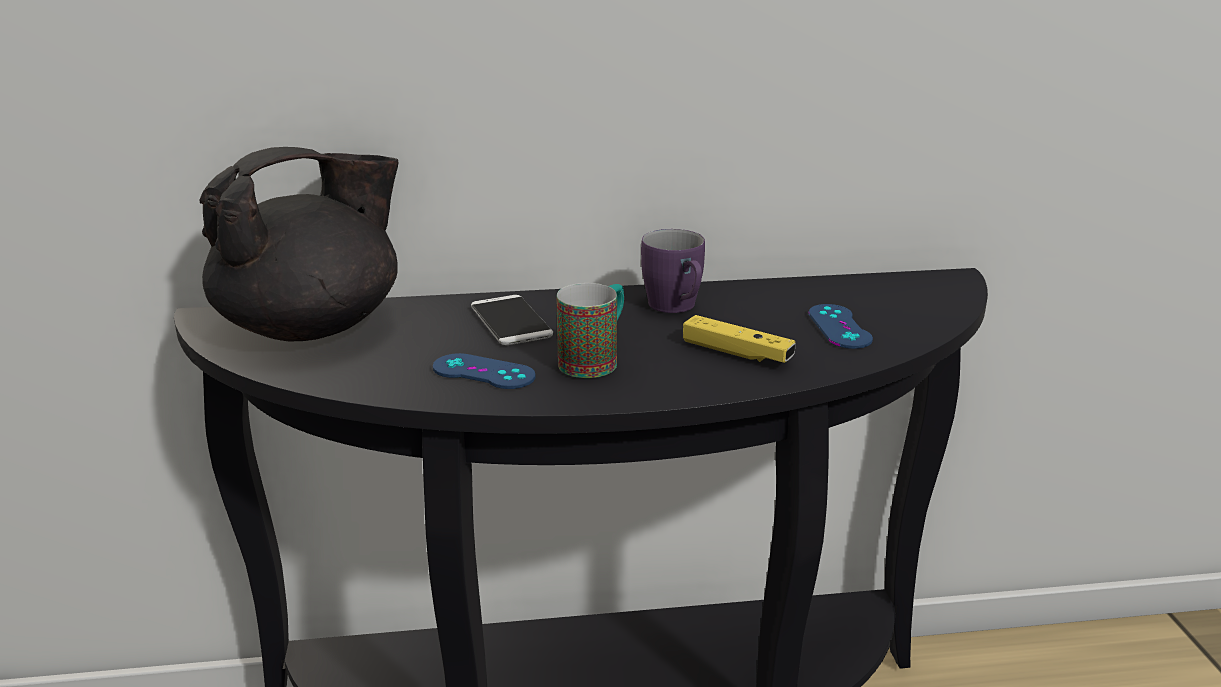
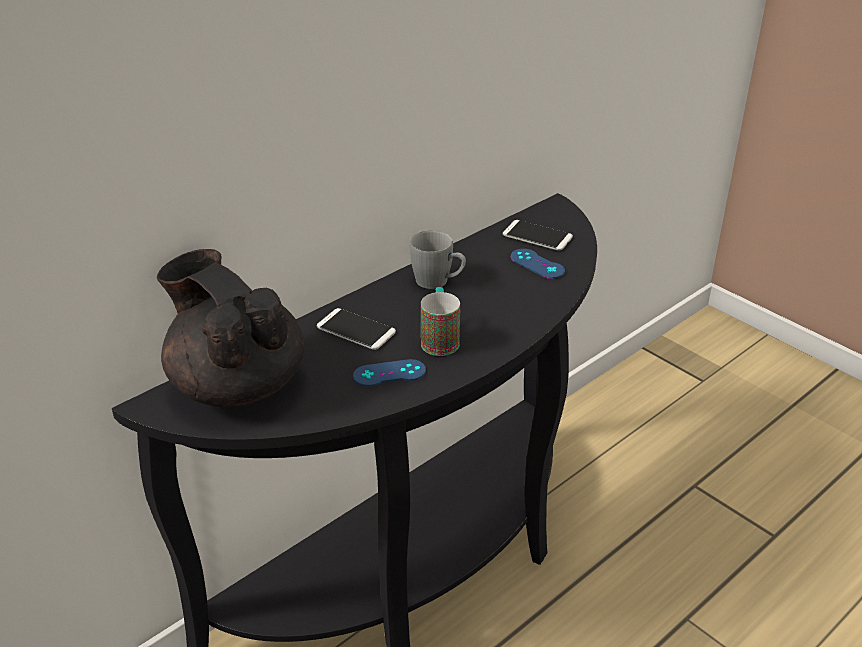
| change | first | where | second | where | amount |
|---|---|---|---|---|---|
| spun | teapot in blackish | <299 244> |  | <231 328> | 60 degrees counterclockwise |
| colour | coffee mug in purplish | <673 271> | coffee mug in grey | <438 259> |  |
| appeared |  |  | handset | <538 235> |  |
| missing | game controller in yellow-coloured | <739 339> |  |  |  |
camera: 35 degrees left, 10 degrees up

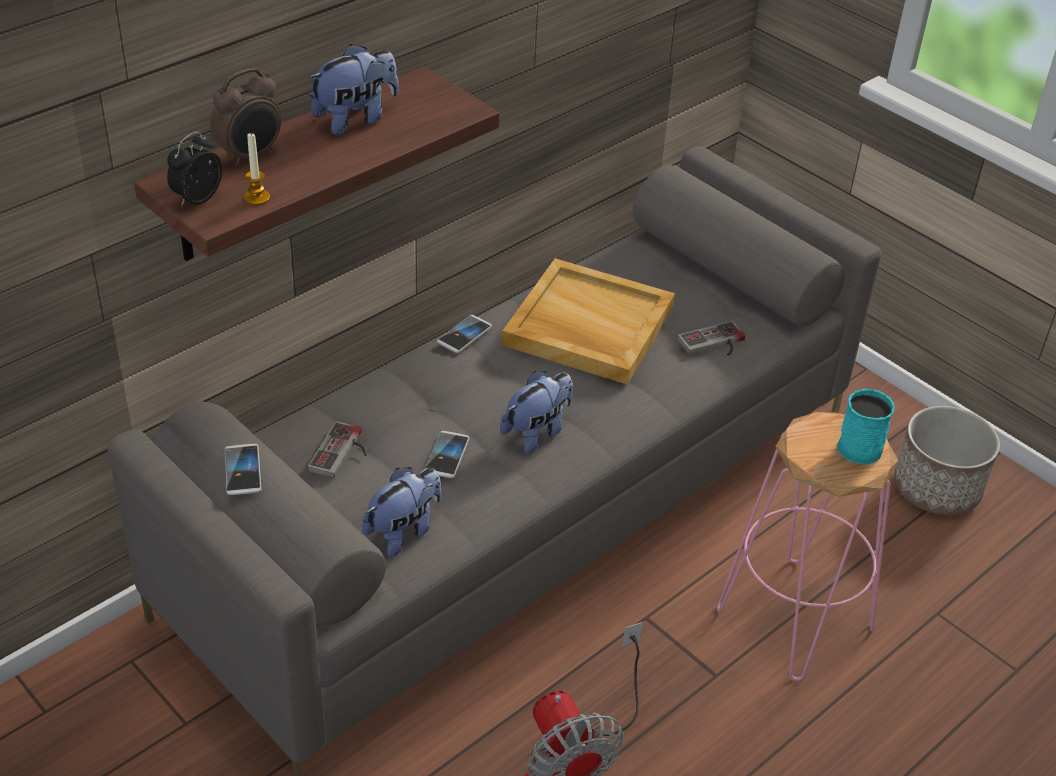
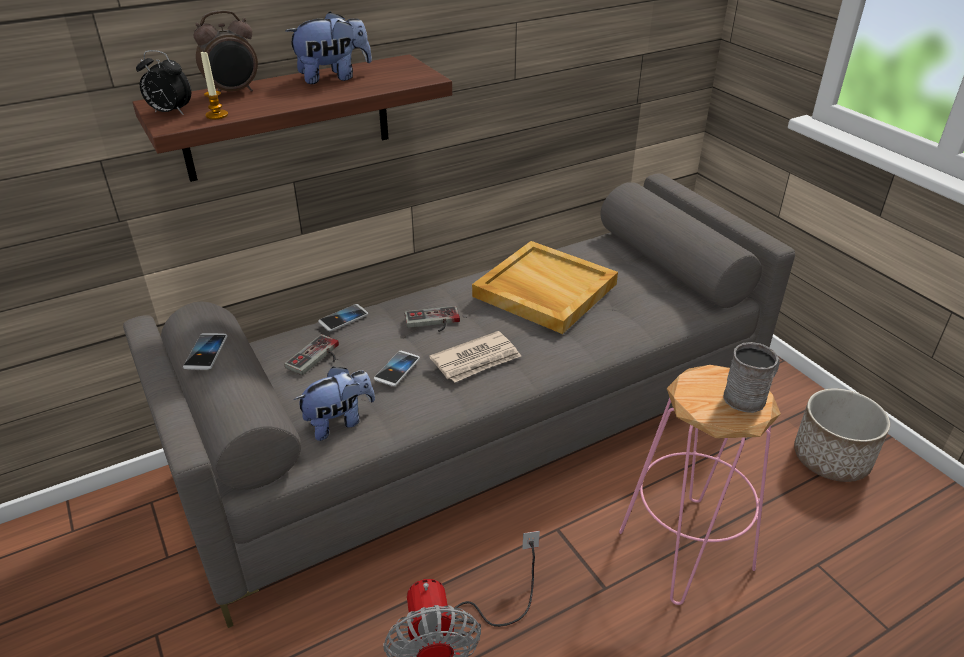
| change | first | where | second | where | amount |
|---|---|---|---|---|---|
| spun | table clock | <194 169> |  | <163 82> | 120 degrees counterclockwise |
| relocated | handset | <464 334> |  | <343 317> |  |
| relocated | game controller | <711 338> |  | <432 319> |  |
| exchanged | cuddly toy | <536 412> | printed paper | <475 357> |  |
| colour | coffee mug in turquoise | <866 426> | coffee mug in grey | <752 377> |  |
camera: 15 degrees right, 5 degrees down

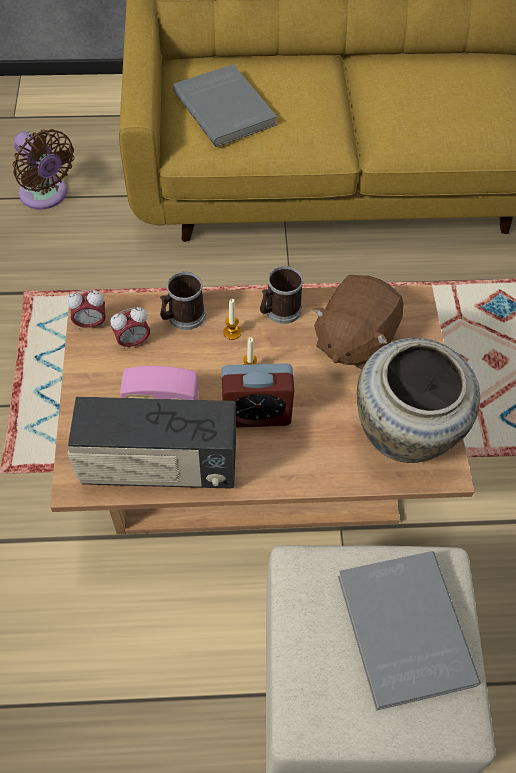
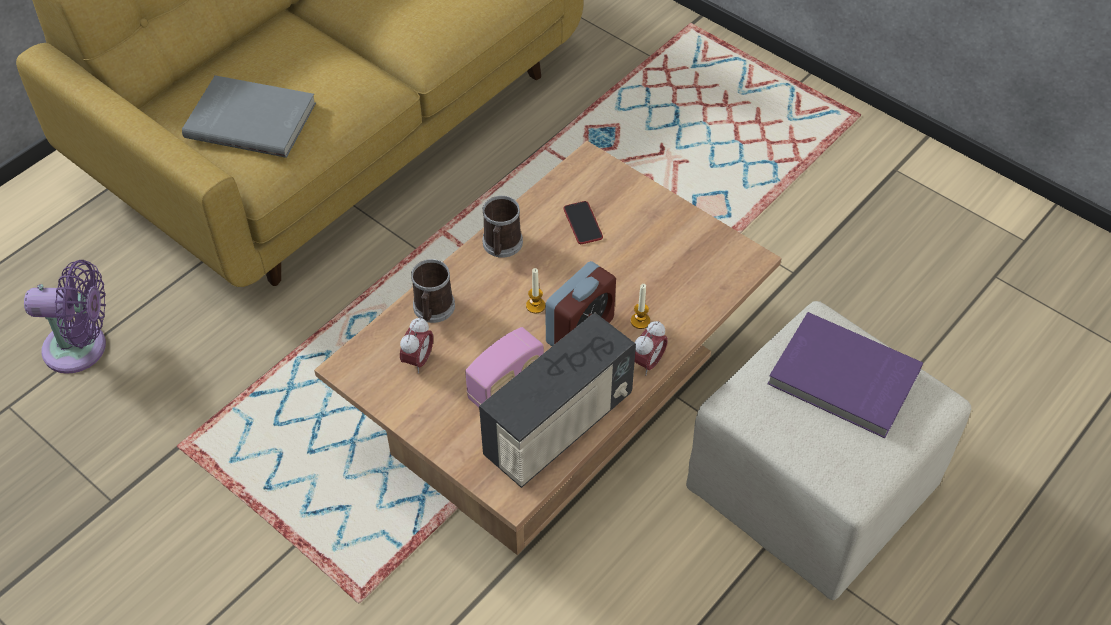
| change | first | where | second | where | amount |
|---|---|---|---|---|---|
| colour | electric fan in brownish | <43 169> | electric fan in purplish | <65 317> |  |
| exchanged | cuddly toy in brownish | <357 322> | handset | <583 222> |  |
| relocated | candle | <232 319> |  | <640 306> |  |
| relocated | table clock | <86 310> |  | <651 348> |  |
| colour | volume in grey | <409 630> | volume in purplish | <845 375> |  |
| missing | decorative vase in beige | <418 400> |  |  |  |
camera: 45 degrees left, 5 degrees down

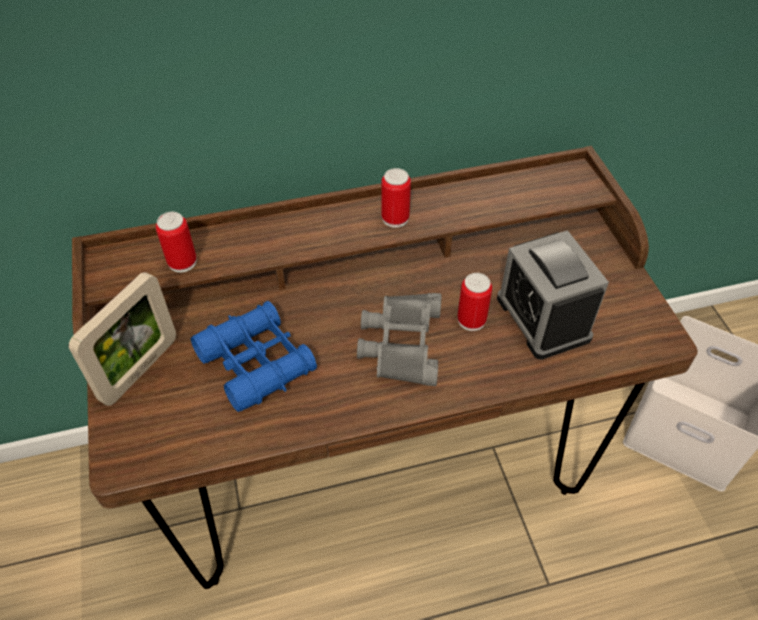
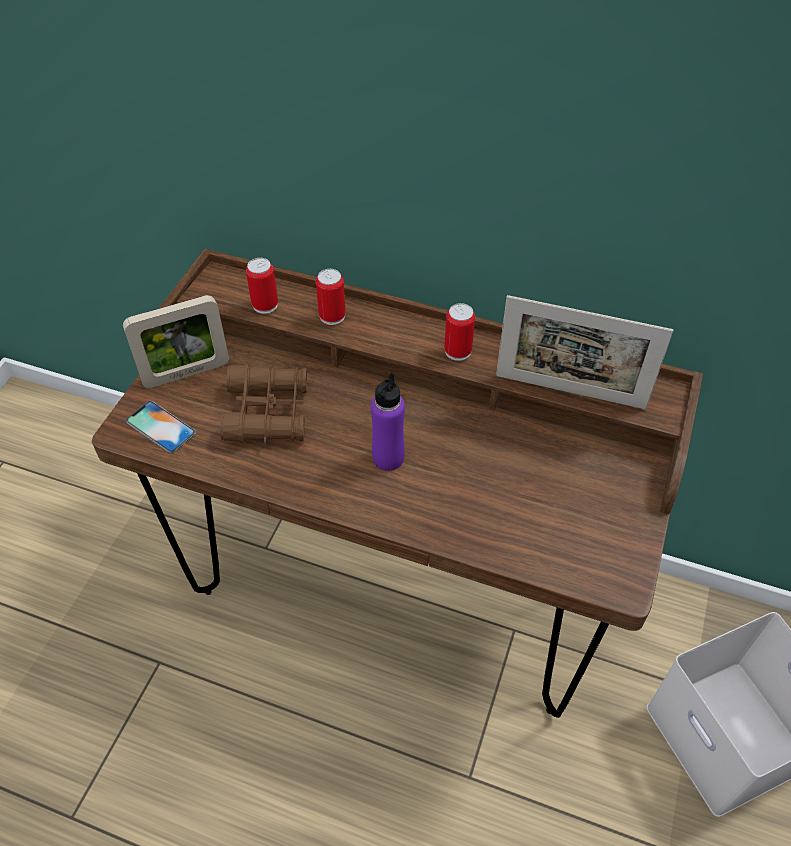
| change | first | where | second | where | amount |
|---|---|---|---|---|---|
| appeared |  |  | handset | <161 427> |  |
| colour | field glasses in blue-coloured | <254 356> | field glasses in brownish | <263 403> |  |
| relocated | metal can | <474 302> |  | <331 297> |  |
| exchanged | field glasses in grey | <399 339> | drink bottle in purplish | <388 421> |  |
| appeared |  |  | standing frame | <584 352> |  |
| missing | table clock | <553 295> |  |  |  |
camera: 35 degrees right, 0 degrees up

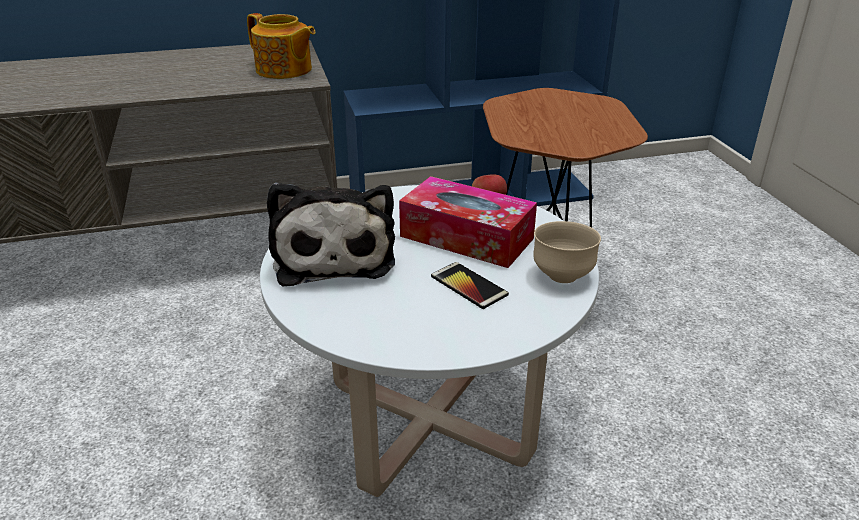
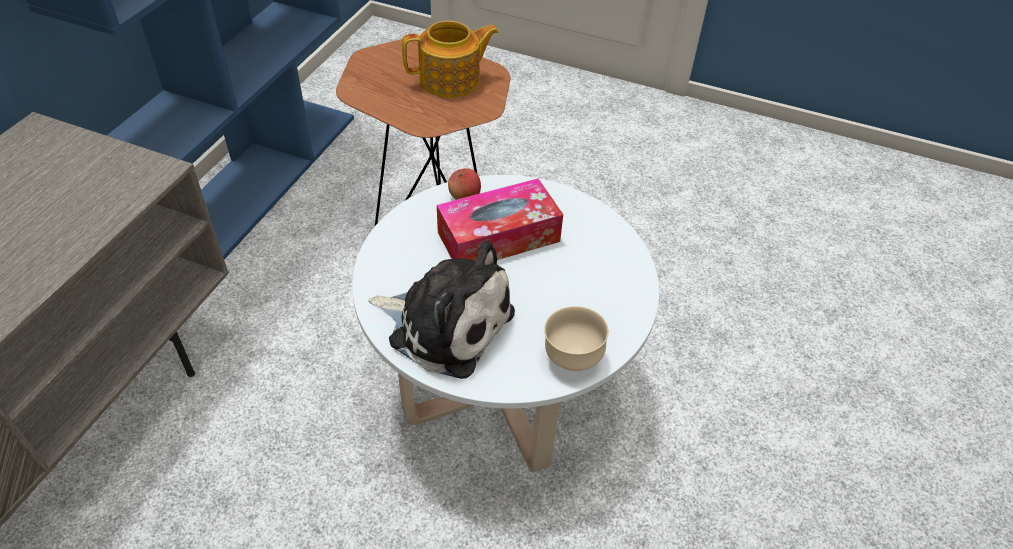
| change | first | where | second | where | amount |
|---|---|---|---|---|---|
| relocated | teapot | <281 46> |  | <450 59> |  |
| relocated | serving bowl in beige | <567 252> |  | <576 338> |  |
| missing | handset | <470 285> |  |  |  |
camera: 55 degrees left, 15 degrees up

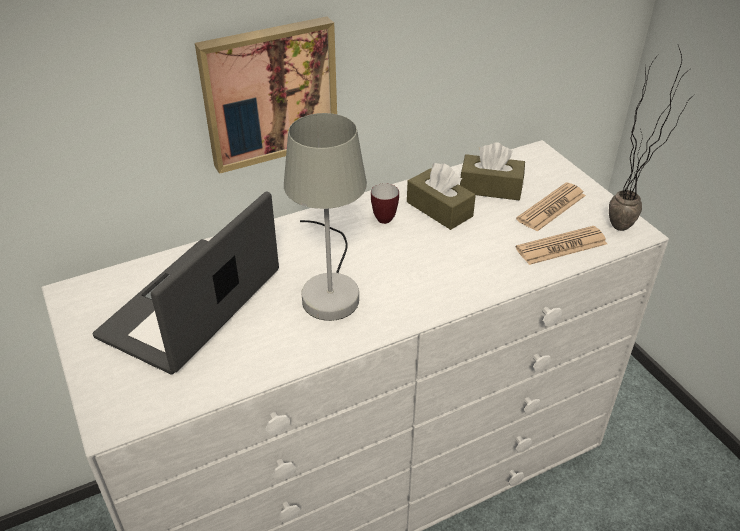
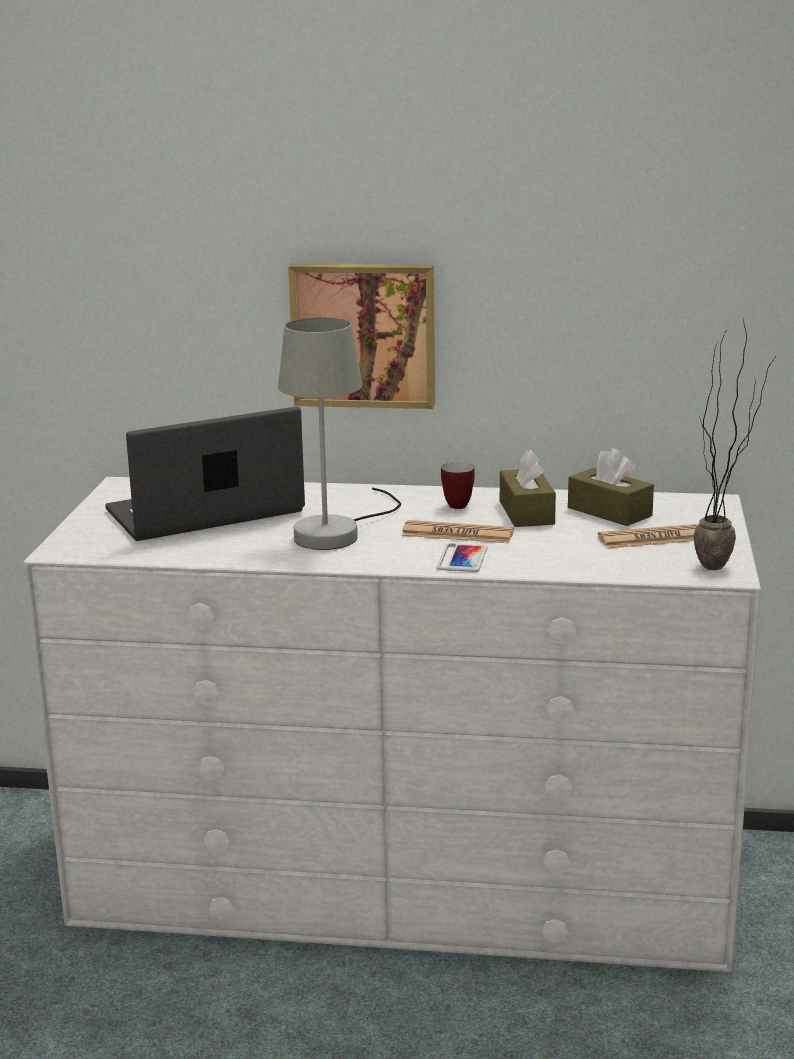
| change | first | where | second | where | amount |
|---|---|---|---|---|---|
| relocated | printed paper | <561 245> |  | <457 531> |  |
| appeared |  |  | handset | <462 557> |  |
camera: 35 degrees right, 20 degrees down

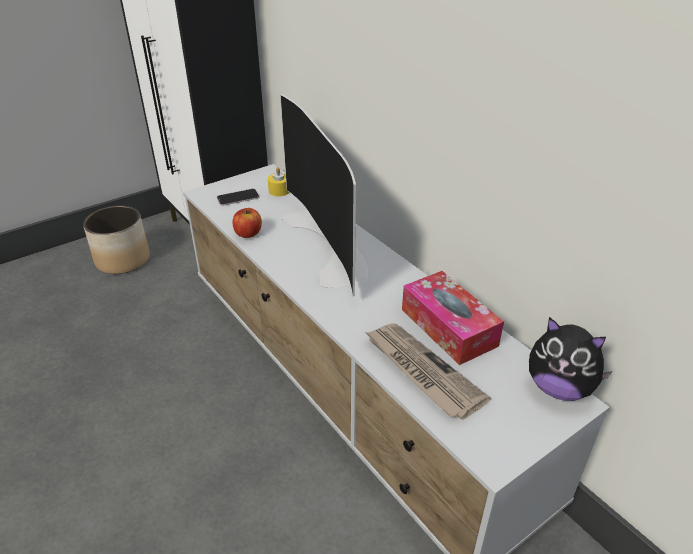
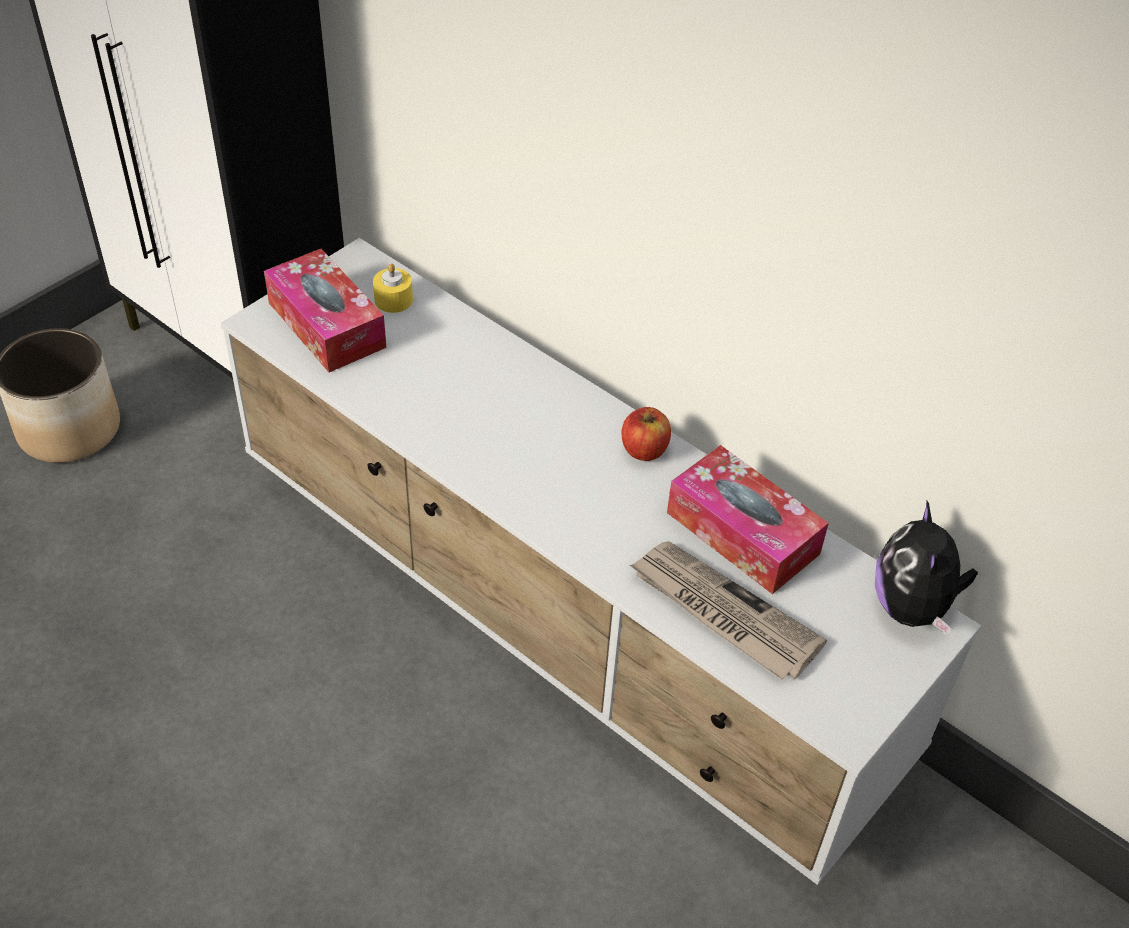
| change | first | where | second | where | amount |
|---|---|---|---|---|---|
| exchanged | handset | <238 197> | box of tissues | <325 311> |  |
| relocated | apple | <247 223> |  | <646 434> |  |
| spun | cuddly toy | <571 359> |  | <926 568> | 75 degrees clockwise |
| missing | TV set | <324 195> |  |  |  |
camera: 15 degrees left, 10 degrees up

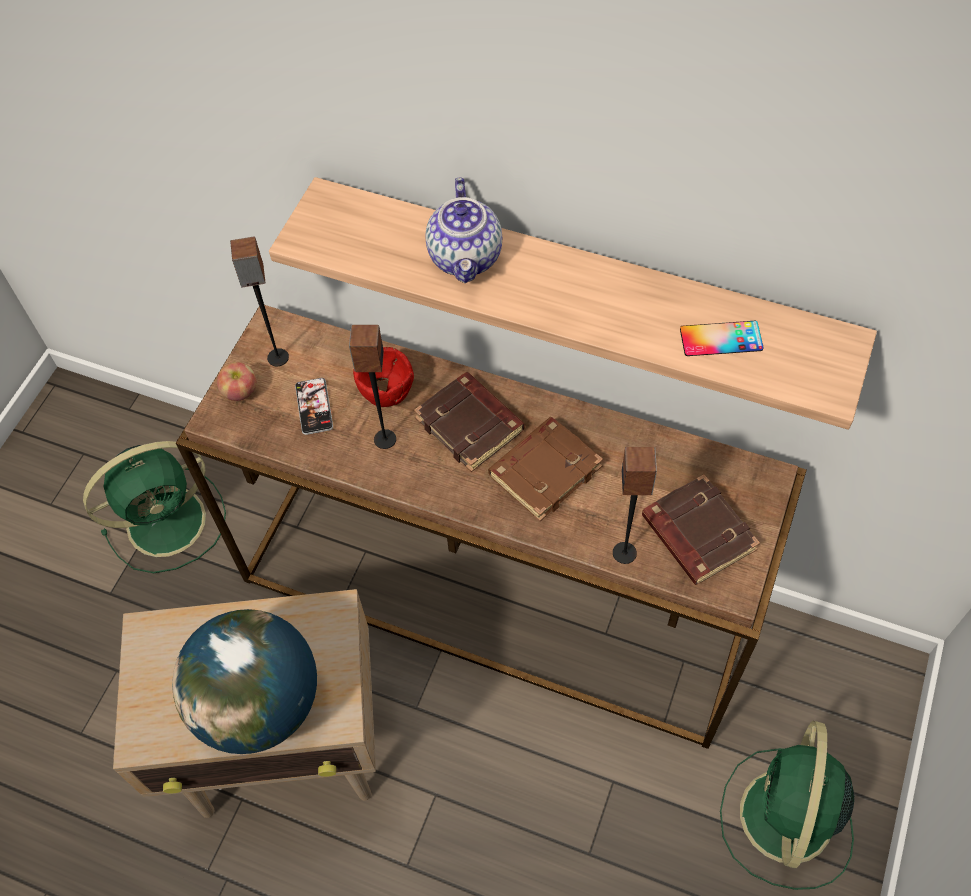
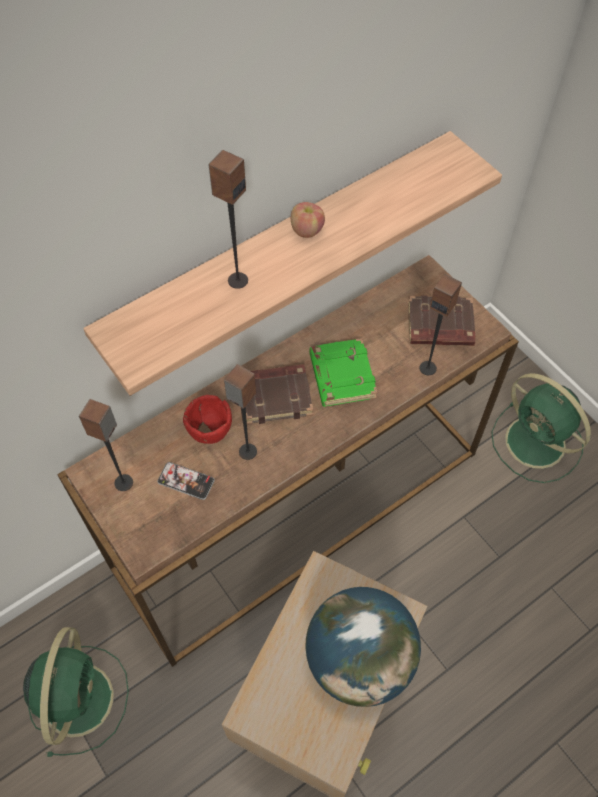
| change | first | where | second | where | amount |
|---|---|---|---|---|---|
| exchanged | teapot | <463 230> | loudspeaker | <228 219> |  |
| relocated | apple | <236 381> |  | <308 220> |  |
| colour | volume in brownish | <545 469> | volume in greenish | <343 372> |  |
| missing | handset | <722 338> |  |  |  |
camera: 60 degrees left, 0 degrees up

